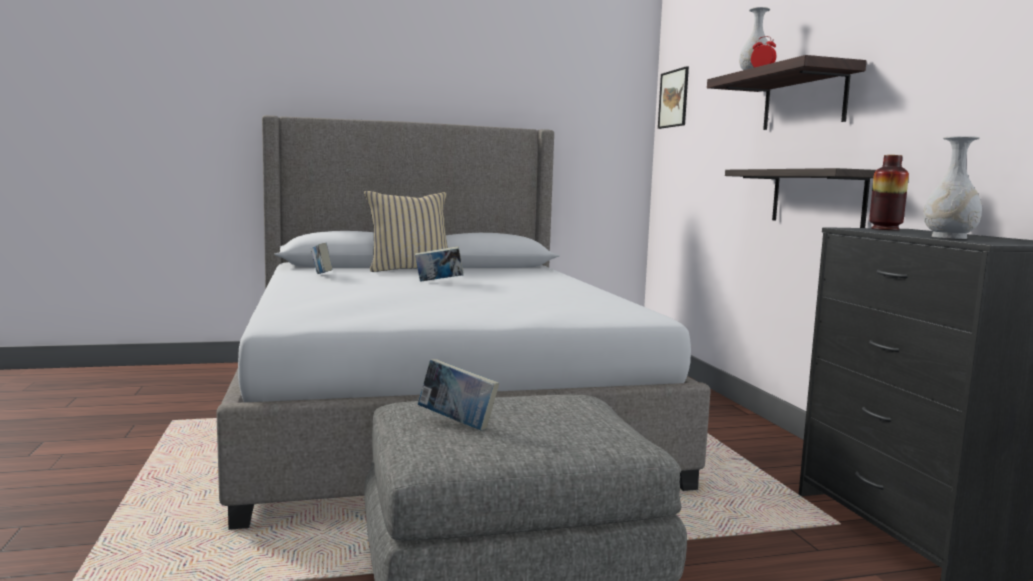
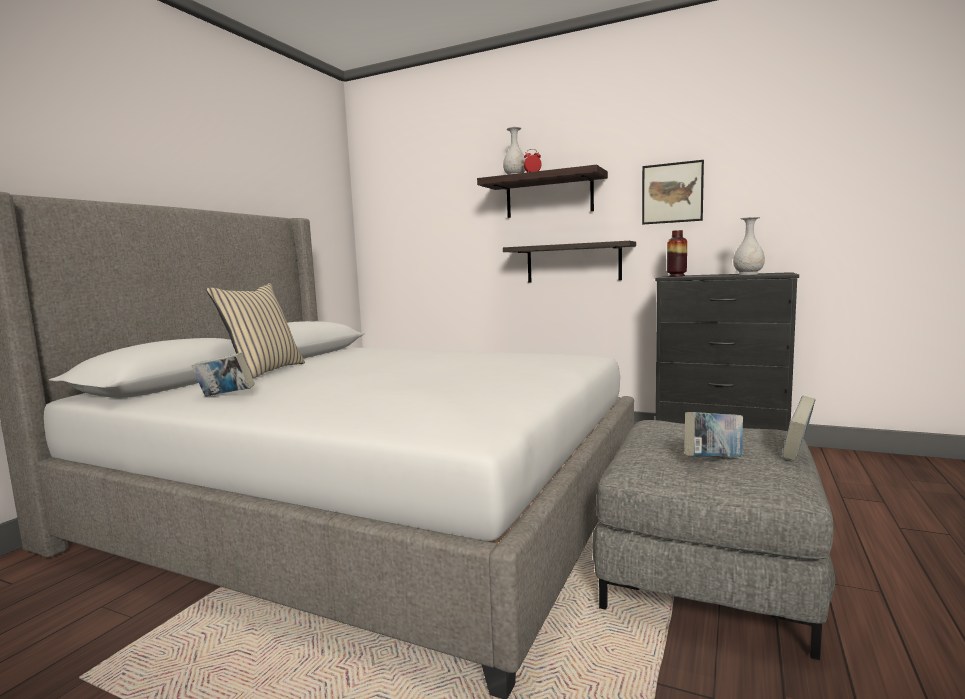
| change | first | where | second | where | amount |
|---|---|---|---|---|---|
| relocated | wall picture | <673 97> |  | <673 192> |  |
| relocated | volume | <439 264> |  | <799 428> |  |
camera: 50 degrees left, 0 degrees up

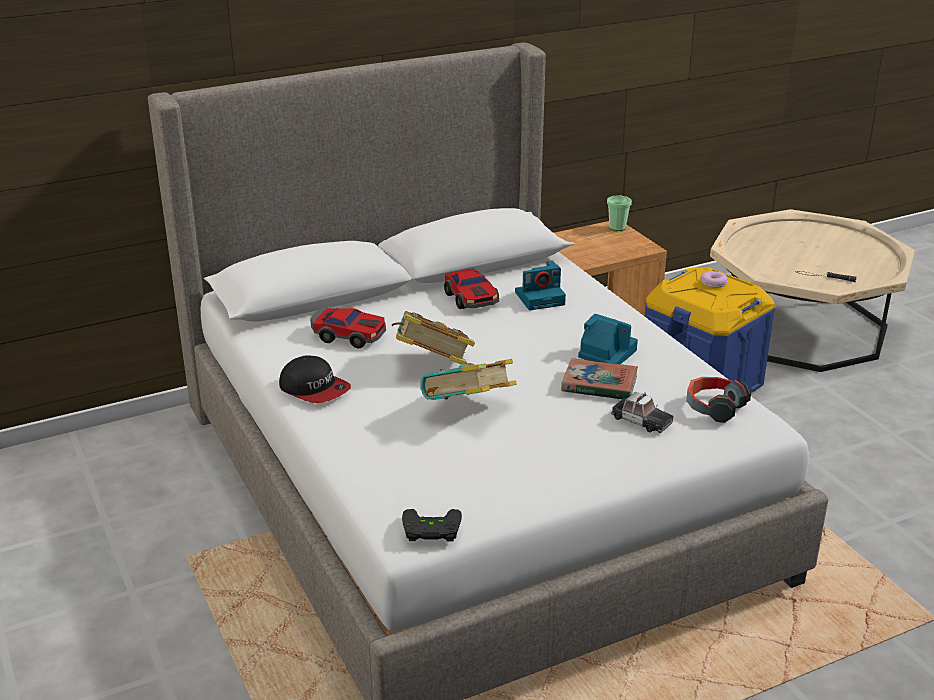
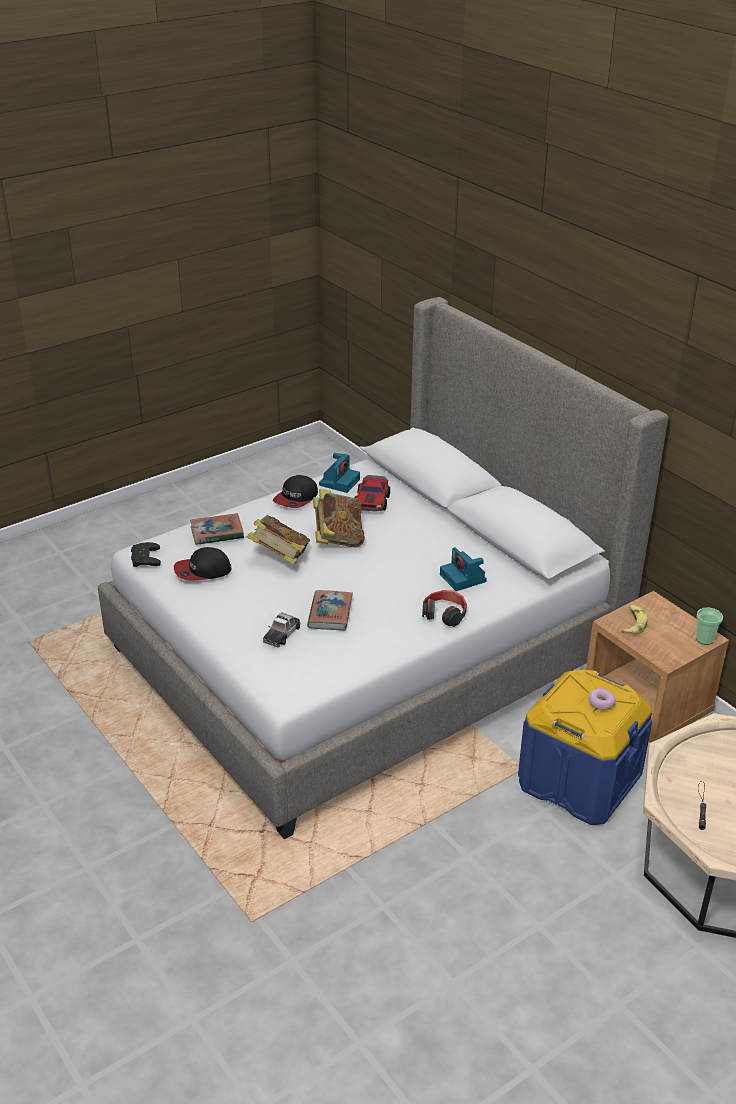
| change | first | where | second | where | amount |
|---|---|---|---|---|---|
| appeared |  |  | peaked cap | <203 563> |  |
| appeared |  |  | volume | <217 529> |  |
| relocated | still camera | <608 339> |  | <339 473> |  |
| relocated | headphones | <718 400> |  | <444 608> |  |
| appeared |  |  | banana | <634 619> |  |
| missing | model car | <471 288> |  |  |  |
camera: 80 degrees right, 5 degrees up

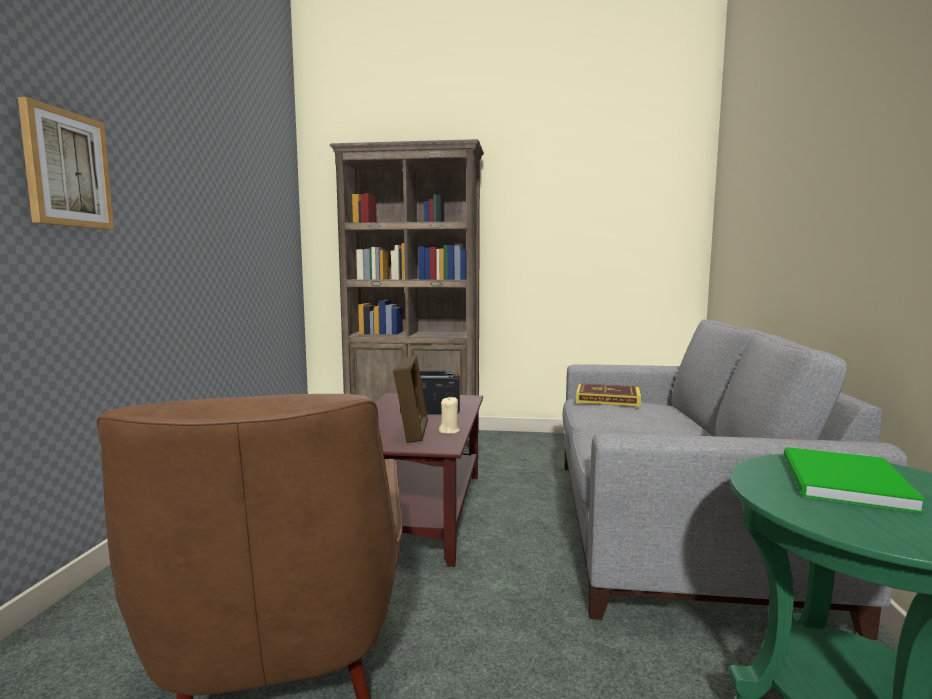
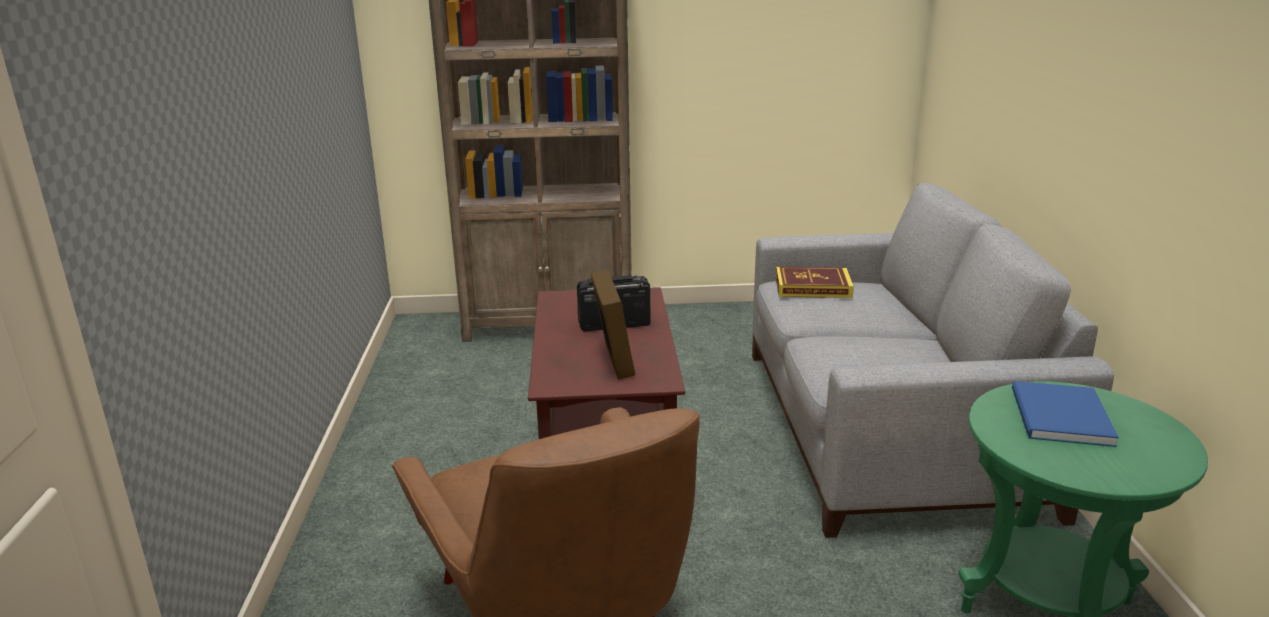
| change | first | where | second | where | amount |
|---|---|---|---|---|---|
| colour | volume in greenish | <854 480> | volume in blue-coloured | <1065 414> |  |
| missing | wall picture | <66 163> |  |  |  |
| missing | candle in beige | <449 415> |  |  |  |
camera: 10 degrees left, 15 degrees up

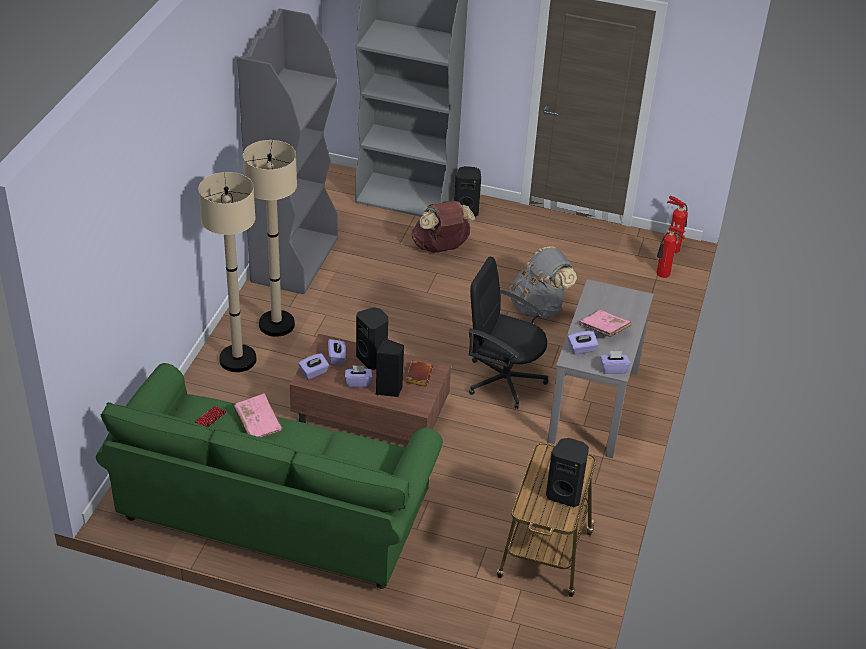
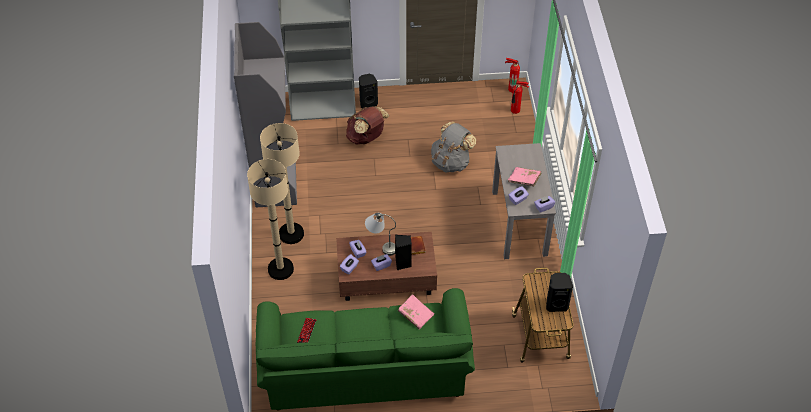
| change | first | where | second | where | amount |
|---|---|---|---|---|---|
| exchanged | loudspeaker in blackish | <372 338> | tabletop lamp in grey | <380 234> |  |
| relocated | volume in pinkish | <257 415> |  | <416 311> |  |
| missing | desk chair in blackish | <508 333> |  |  |  |
camera: 20 degrees left, 10 degrees up

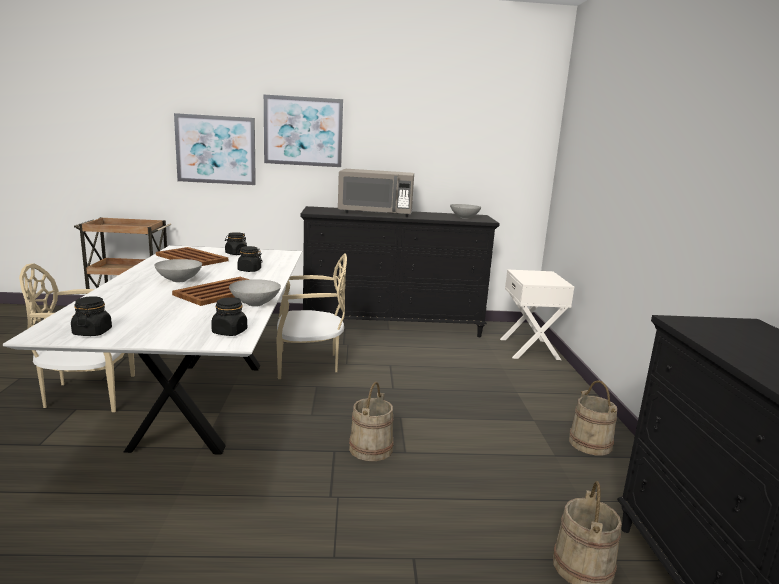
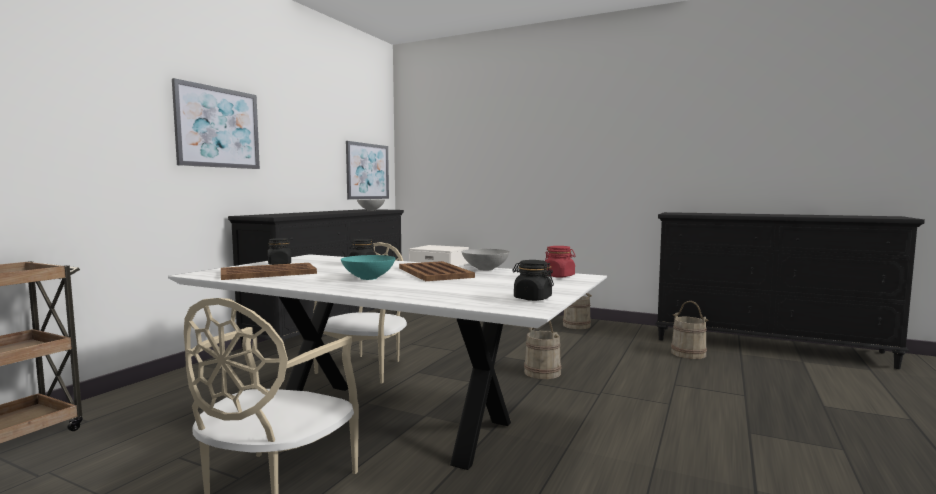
| change | first | where | second | where | amount |
|---|---|---|---|---|---|
| colour | serving bowl in grey | <178 270> | serving bowl in turquoise | <368 267> |  |
| relocated | wall picture | <215 149> |  | <367 170> |  |
| colour | jar in blackish | <229 316> | jar in red | <560 262> |  |
| missing | kitchen microwave in grey | <376 193> |  |  |  |
camera: 60 degrees left, 10 degrees down

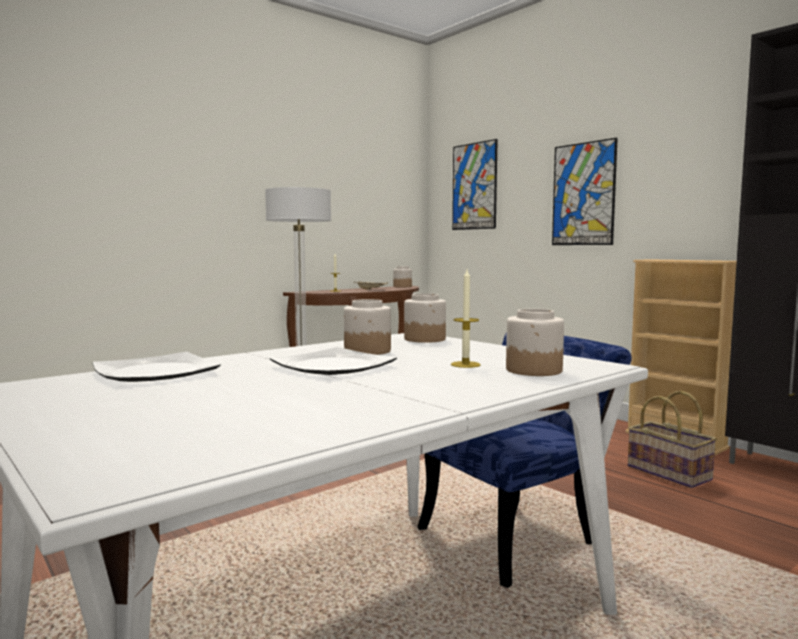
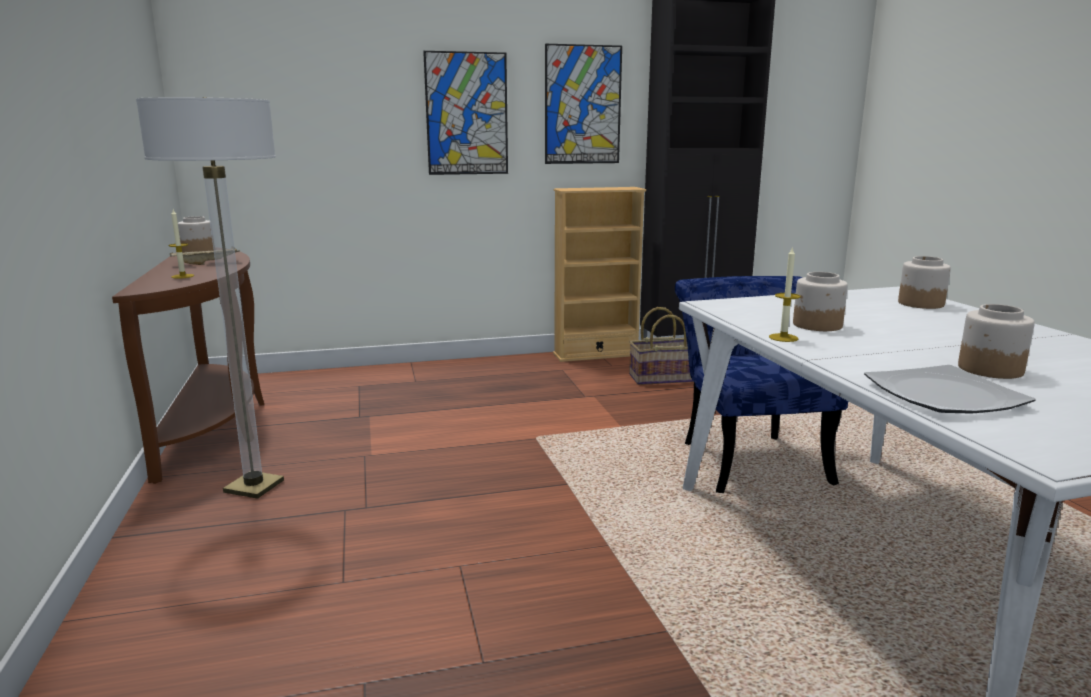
| change | first | where | second | where | amount |
|---|---|---|---|---|---|
| relocated | wall picture | <475 184> |  | <583 104> |  |
| relocated | candle | <466 319> |  | <785 294> |  |
| relocated | jar | <425 318> |  | <996 341> |  |
| missing | flat dish | <333 361> |  |  |  |
camera: 65 degrees left, 10 degrees up

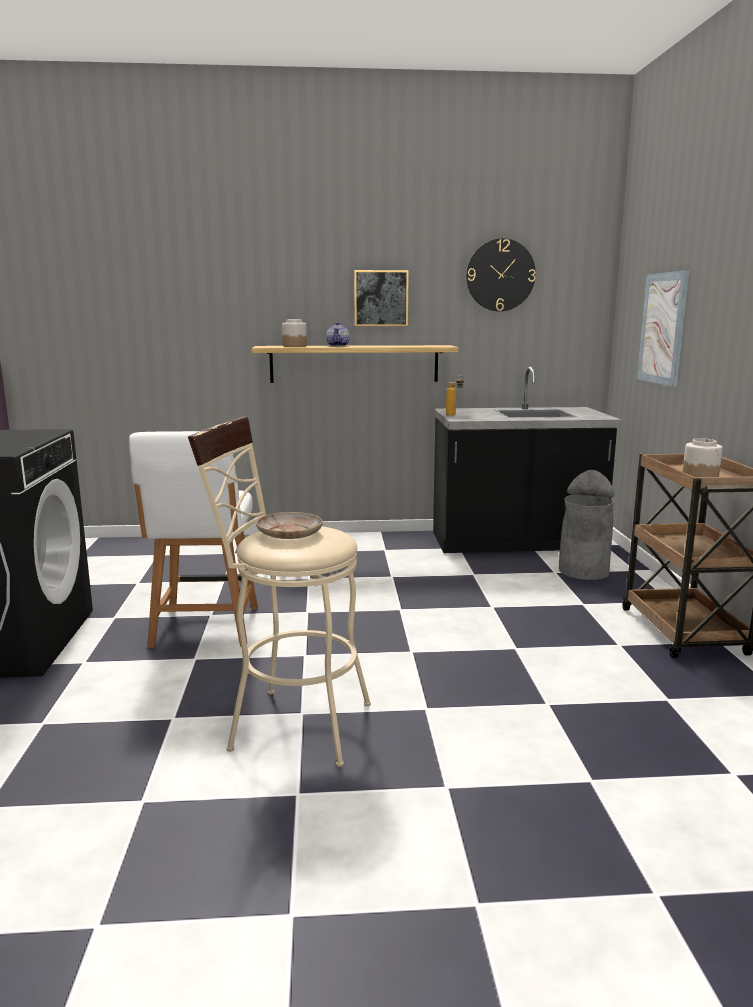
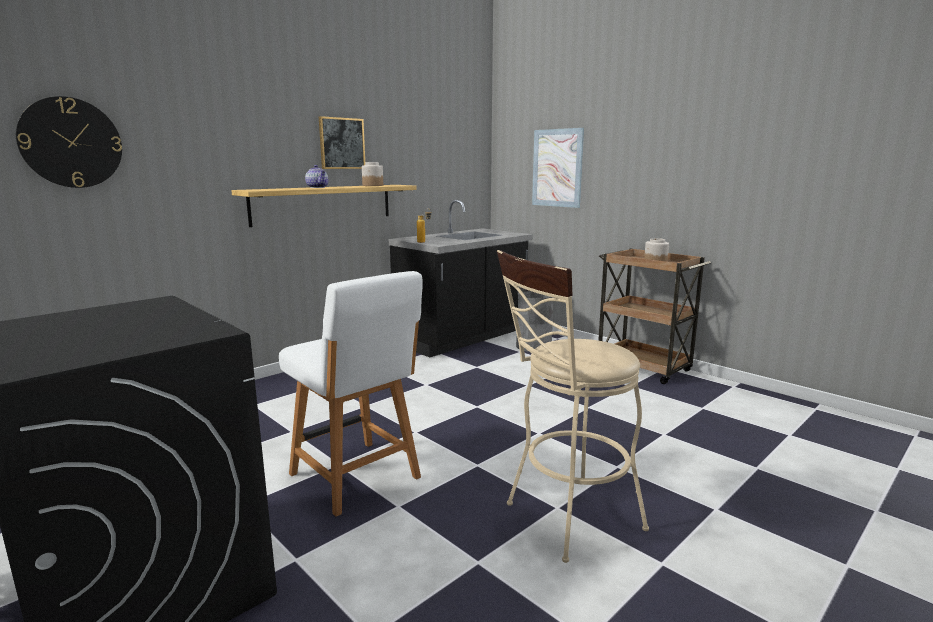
| change | first | where | second | where | amount |
|---|---|---|---|---|---|
| relocated | wall clock | <501 274> |  | <69 142> |  |
| relocated | jar | <294 333> |  | <372 174> |  |
| missing | flat dish in beige | <289 525> |  |  |  |
camera: 40 degrees left, 0 degrees up

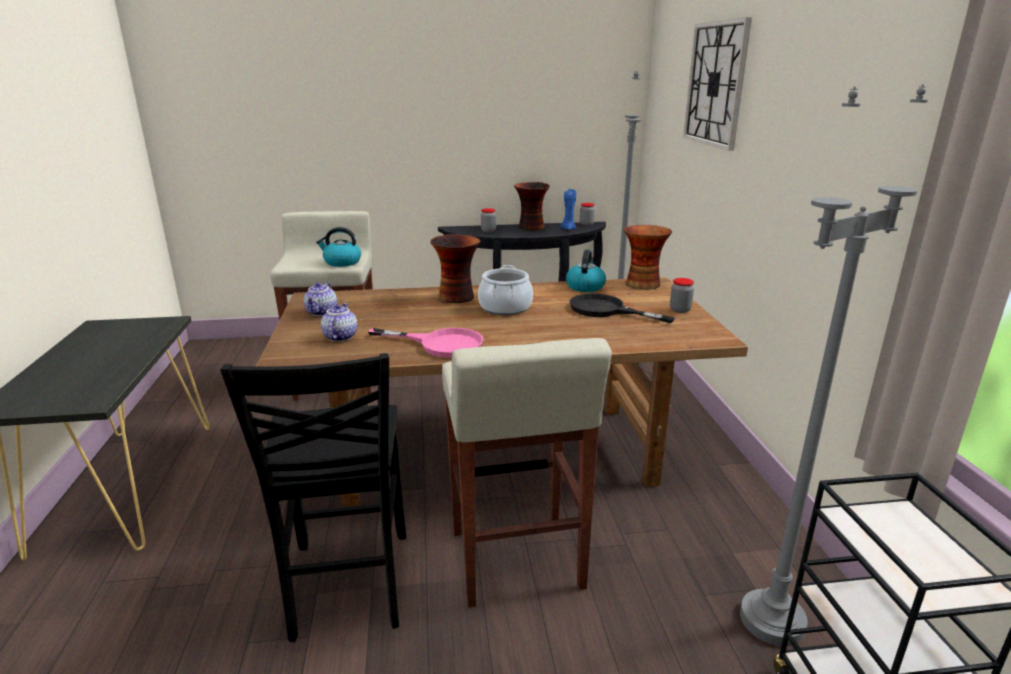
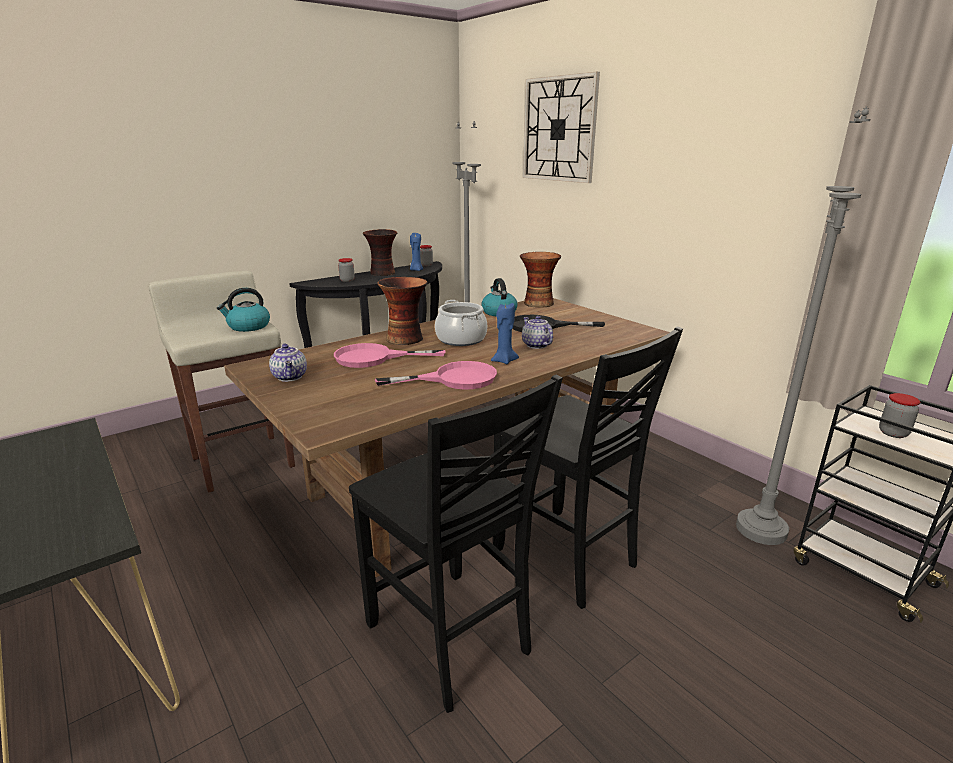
| change | first | where | second | where | amount |
|---|---|---|---|---|---|
| appeared |  |  | pan in pinkish | <390 355> |  |
| appeared |  |  | candle in blue-coloured | <505 333> |  |
| exchanged | stool in beige | <527 473> | chair in blackish | <588 468> |  |
| relocated | teapot | <339 322> |  | <537 332> |  |
| relocated | jar | <682 295> |  | <899 415> |  |
camera: 30 degrees left, 0 degrees up

